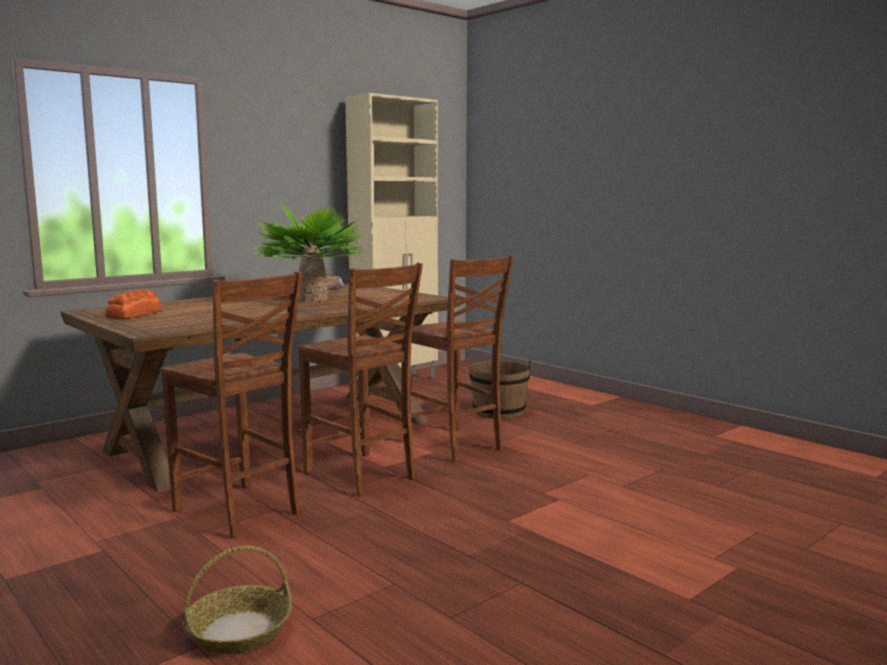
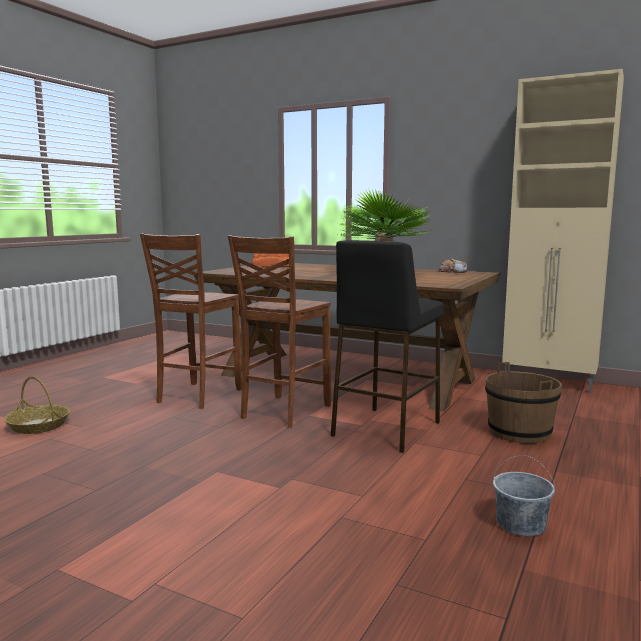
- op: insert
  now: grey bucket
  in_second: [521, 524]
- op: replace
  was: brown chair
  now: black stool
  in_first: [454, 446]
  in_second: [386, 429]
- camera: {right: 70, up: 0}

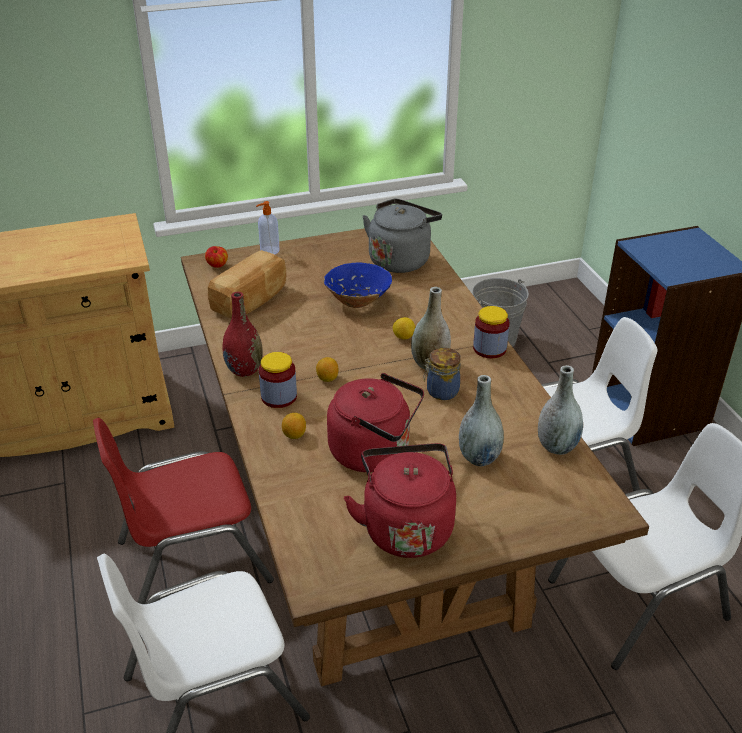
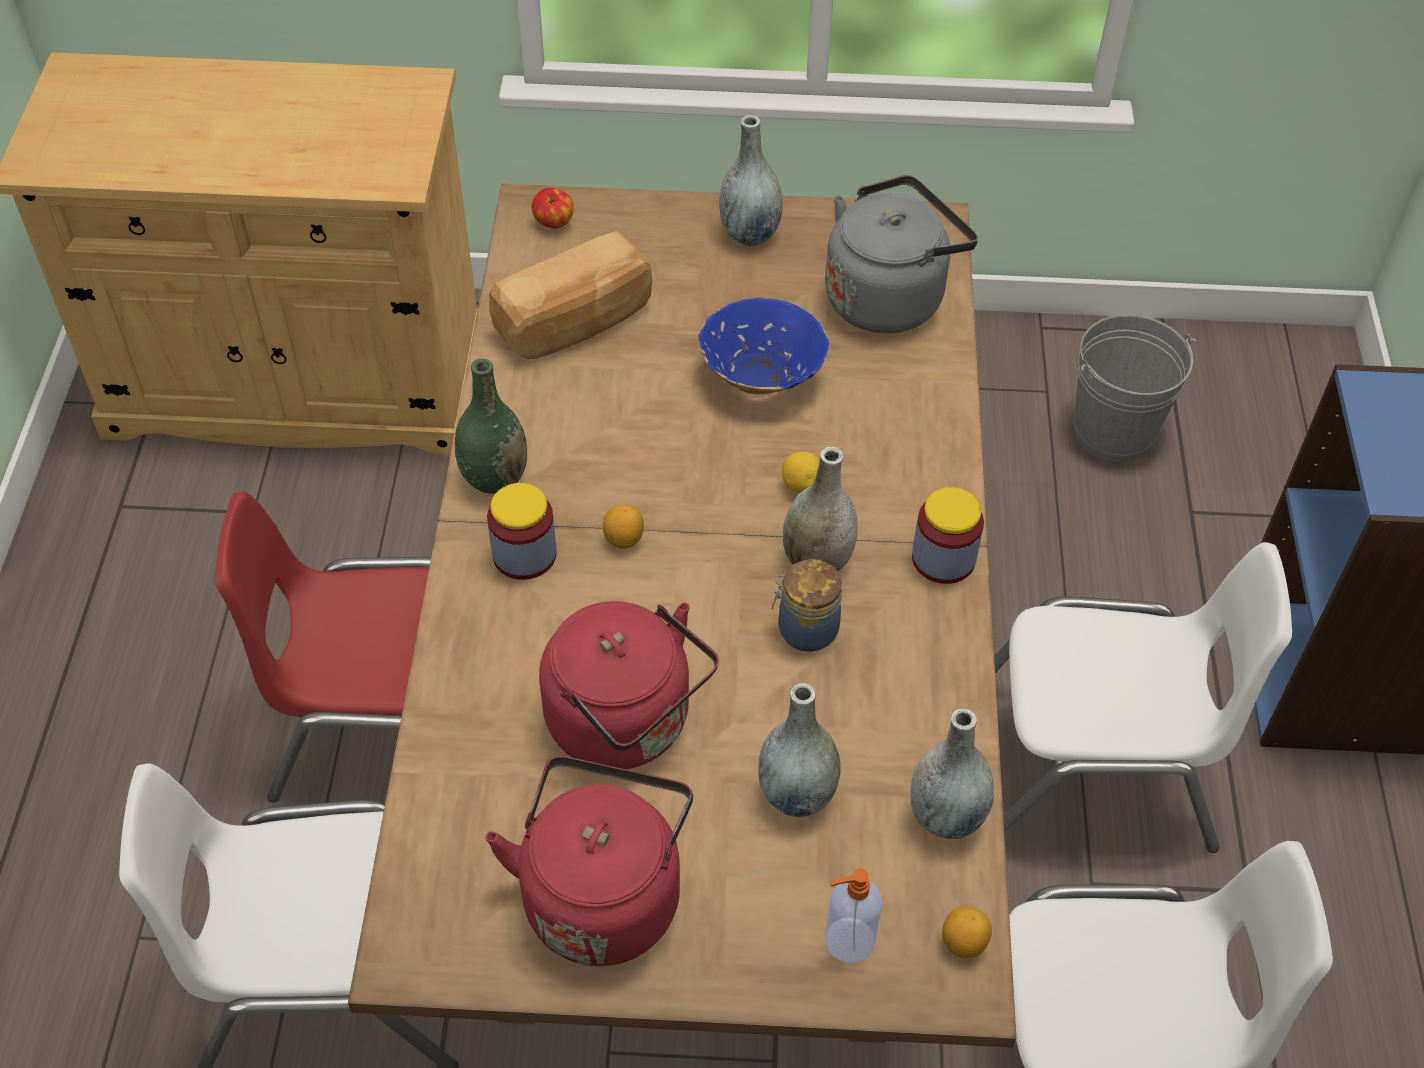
- op: insert
  now: grey vase
  in_second: [749, 234]
- op: move
  was: soap dispenser
  in_first: [269, 251]
  in_second: [847, 940]
- op: move
  was: lemon
  in_first: [294, 435]
  in_second: [963, 942]
- op: recolor
  was: red vase
  now: green vase
  in_first: [244, 370]
  in_second: [494, 478]
- camera: {right: 20, up: 15}

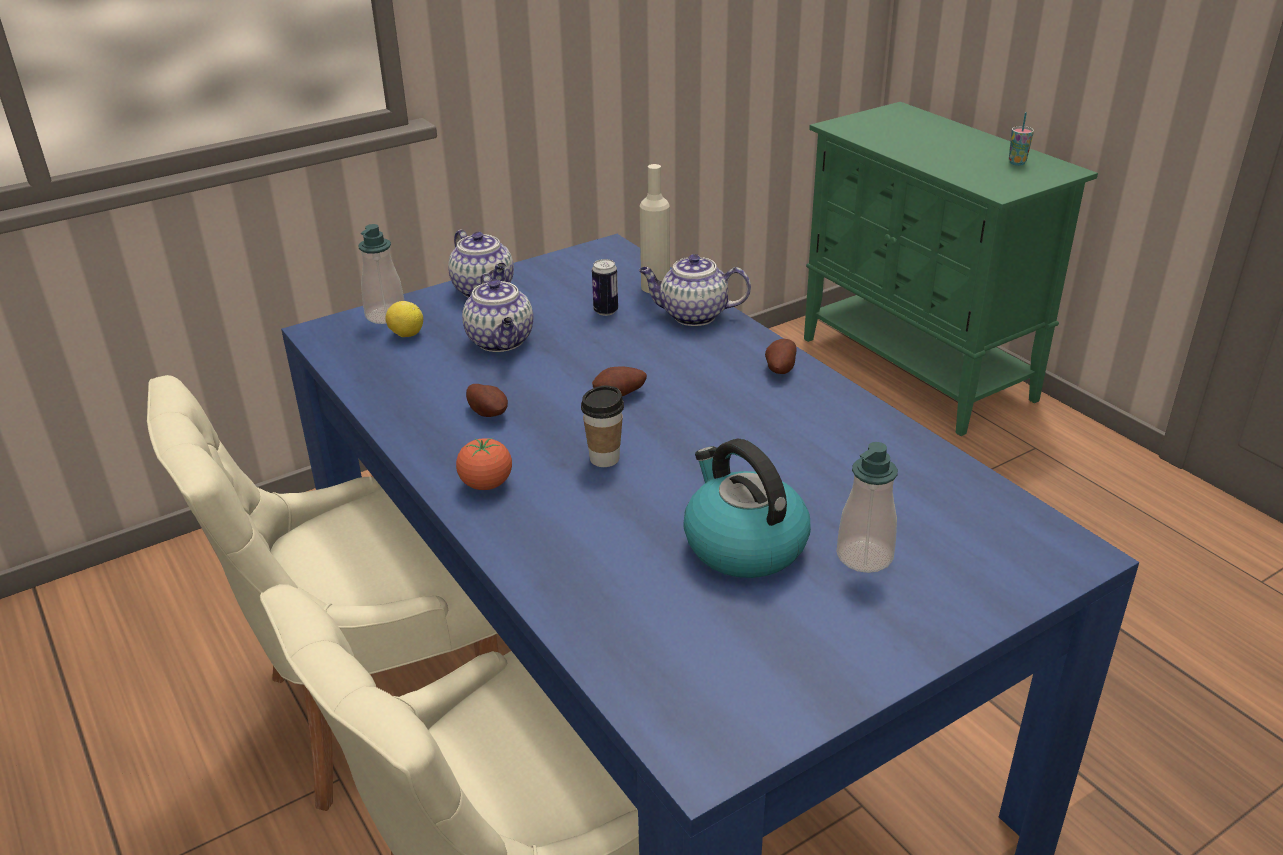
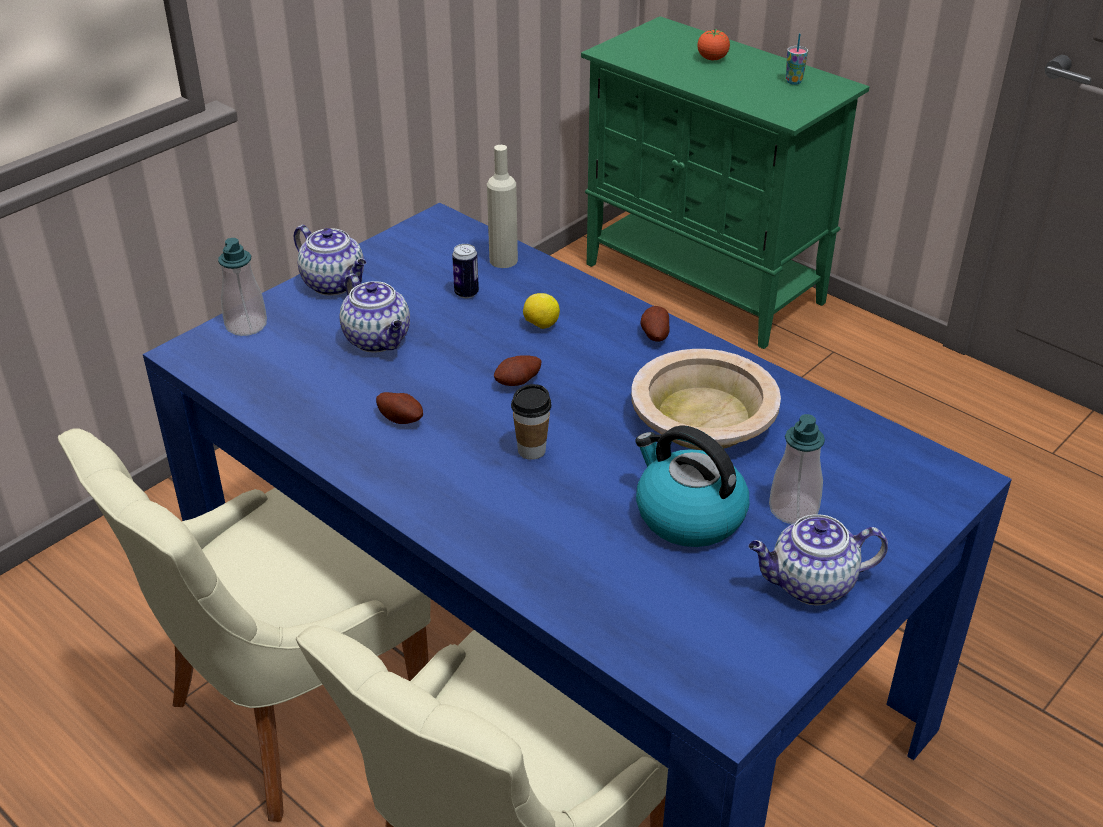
- op: insert
  now: beige bowl
  in_second: [702, 419]
- op: move
  was: lemon
  in_first: [406, 335]
  in_second: [541, 325]
- op: move
  was: tomato
  in_first: [486, 484]
  in_second: [712, 59]
- op: move
  was: teapot
  in_first: [692, 315]
  in_second: [810, 585]
- camera: {right: -15, up: 5}

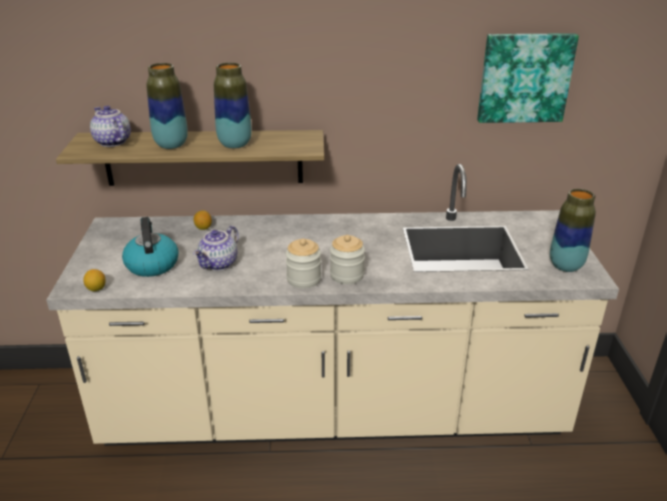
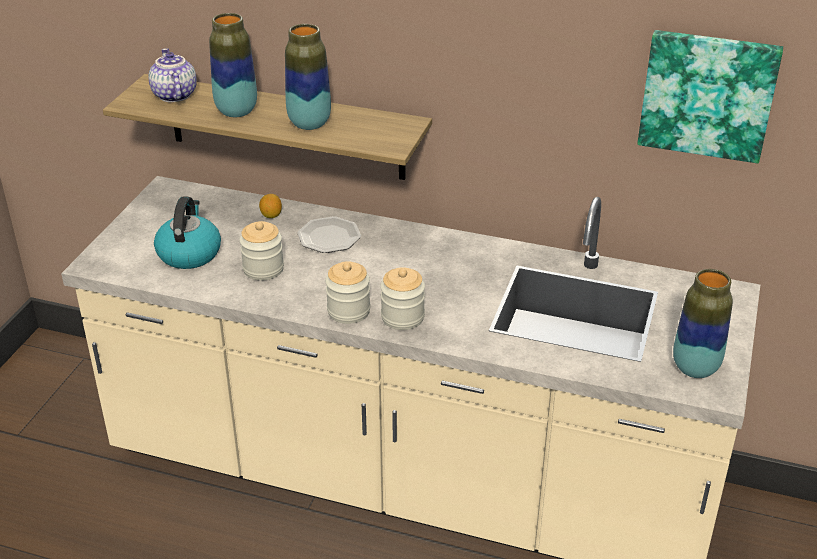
- op: delete
  was: lemon
  in_first: [96, 289]
- op: insert
  now: plate
  in_second: [329, 237]
- op: replace
  was: teapot
  now: jar
  in_first: [219, 264]
  in_second: [263, 269]
- camera: {right: 20, up: 5}

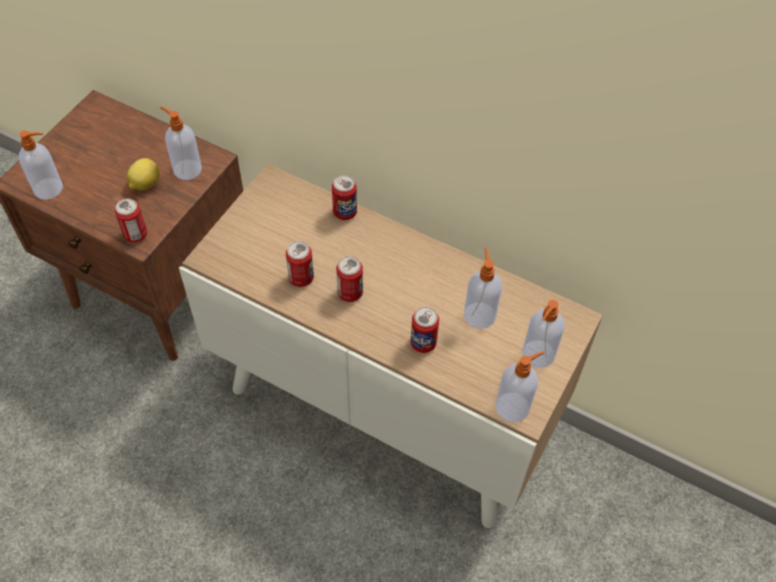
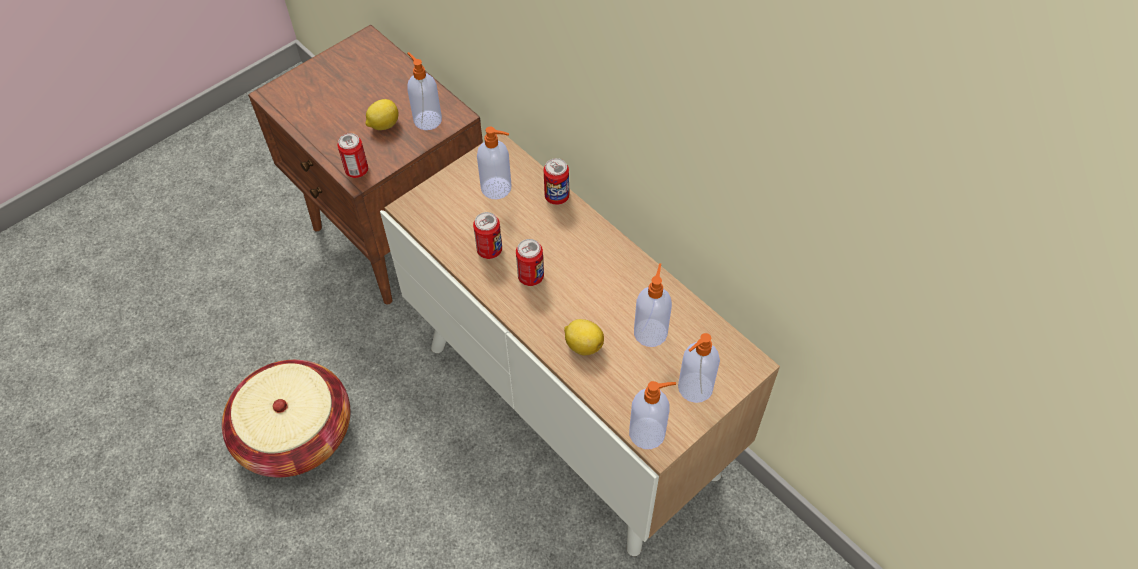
- op: insert
  now: basket
  in_second: [296, 433]
- op: move
  was: soap dispenser
  in_first: [49, 189]
  in_second: [497, 188]
- op: replace
  was: can
  now: lemon
  in_first: [423, 343]
  in_second: [583, 345]
- camera: {right: 20, up: 0}

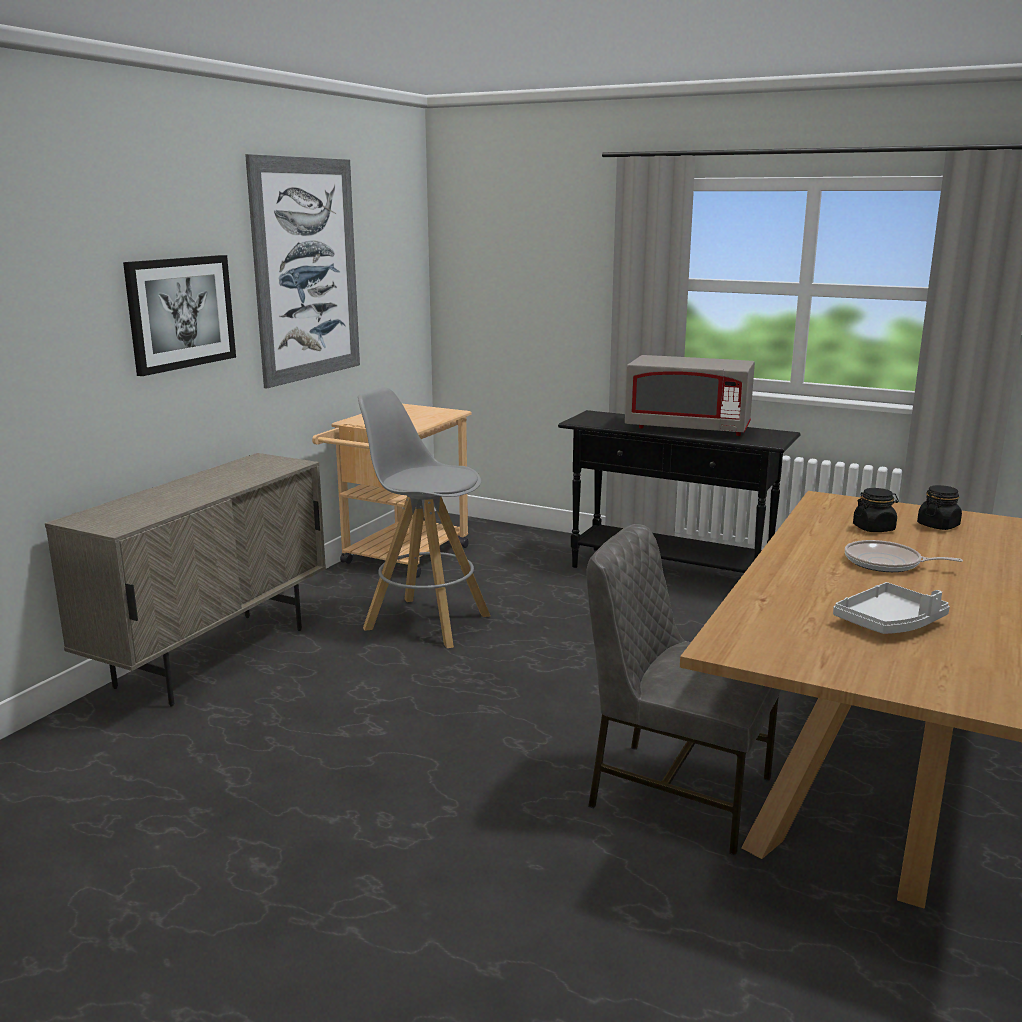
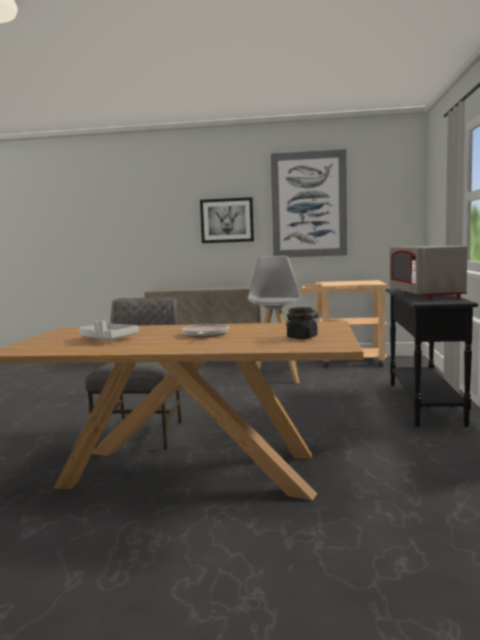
- op: delete
  was: black jar
  in_first: [874, 528]
- camera: {right: 70, up: -10}

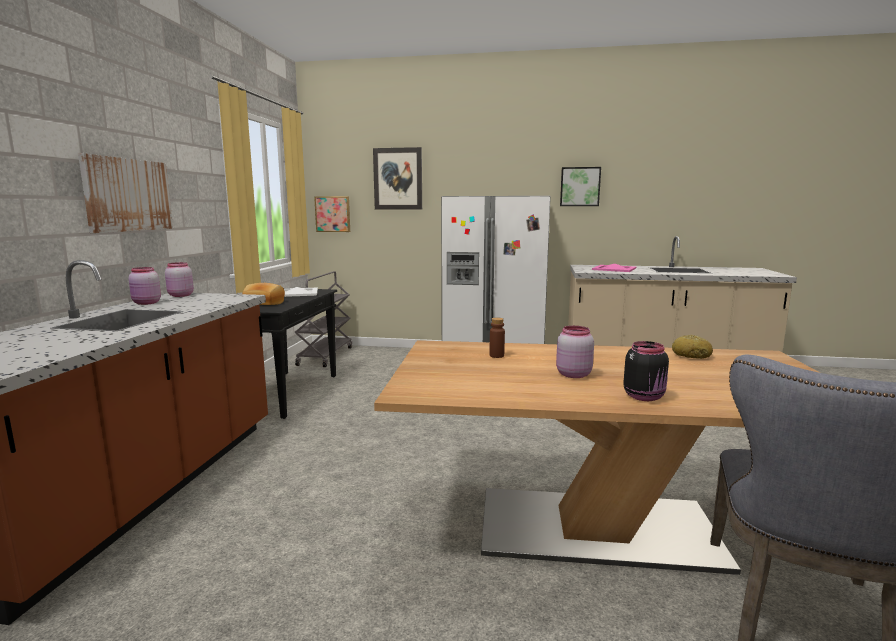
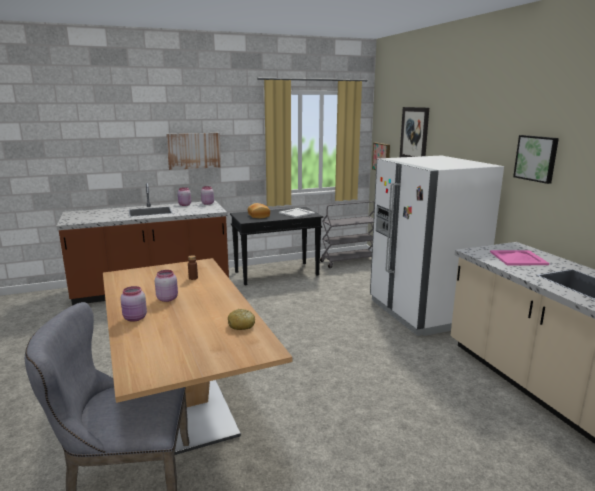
- op: recolor
  was: black jar
  now: pink jar
  in_first: [645, 397]
  in_second: [135, 318]
- camera: {right: 60, up: 5}

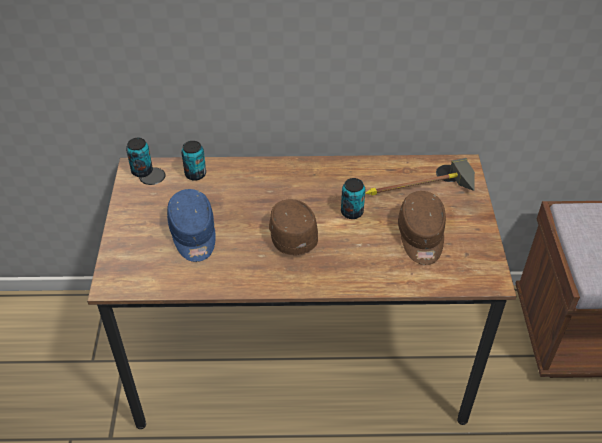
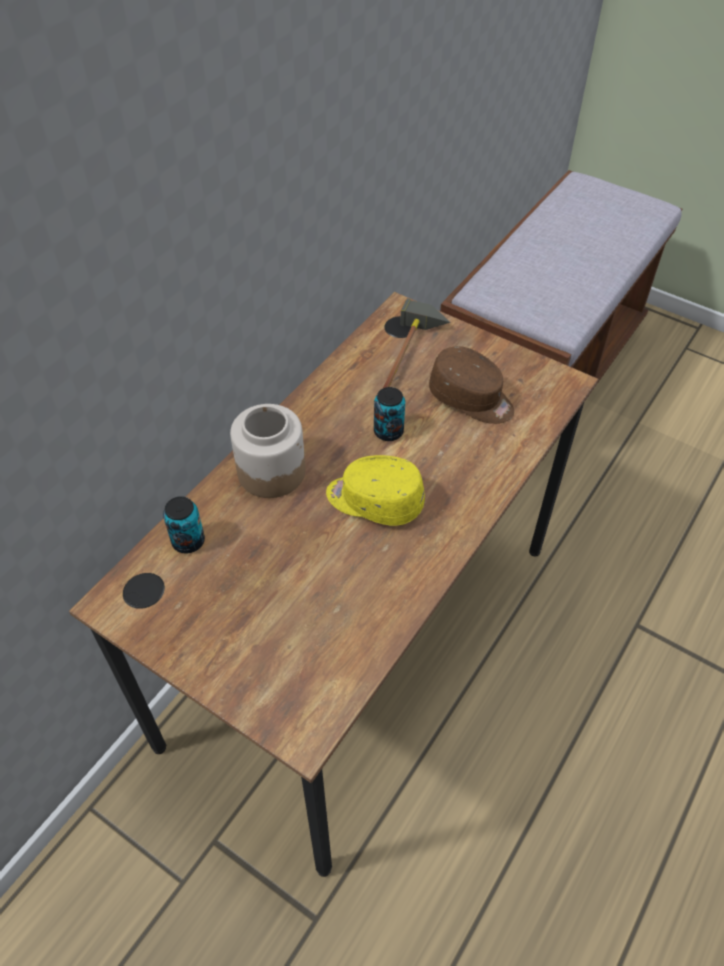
- op: delete
  was: can
  in_first: [142, 171]
- op: delete
  was: blue cap
  in_first: [193, 235]
- op: insert
  now: jar
  in_second: [271, 471]
- op: recolor
  was: brown cap
  now: yellow cap
  in_first: [291, 233]
  in_second: [374, 501]
- camera: {right: -55, up: 5}

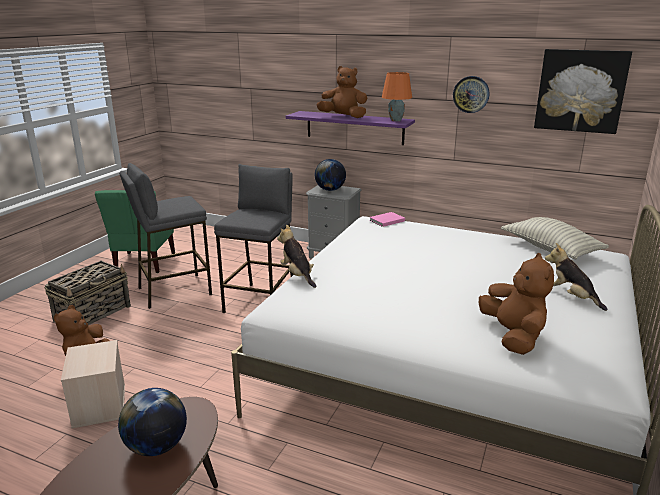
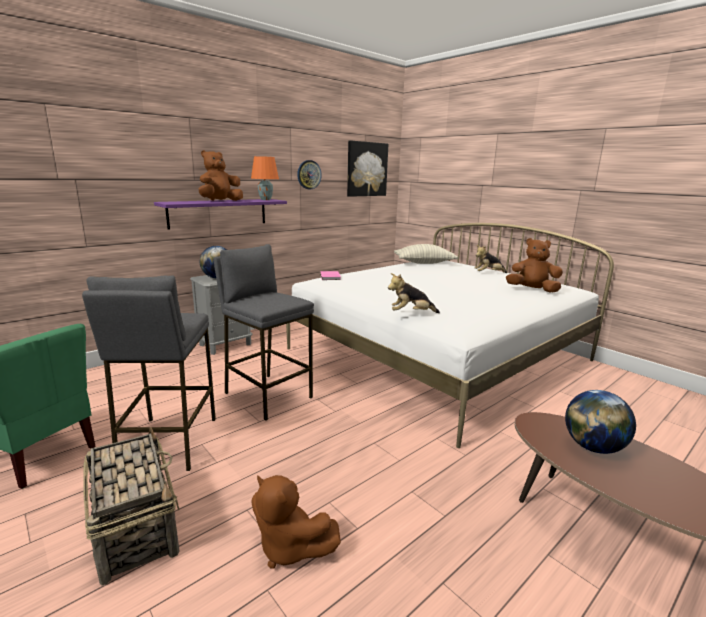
- op: delete
  was: beige storage box
  in_first: [98, 405]
- camera: {right: -65, up: -5}

